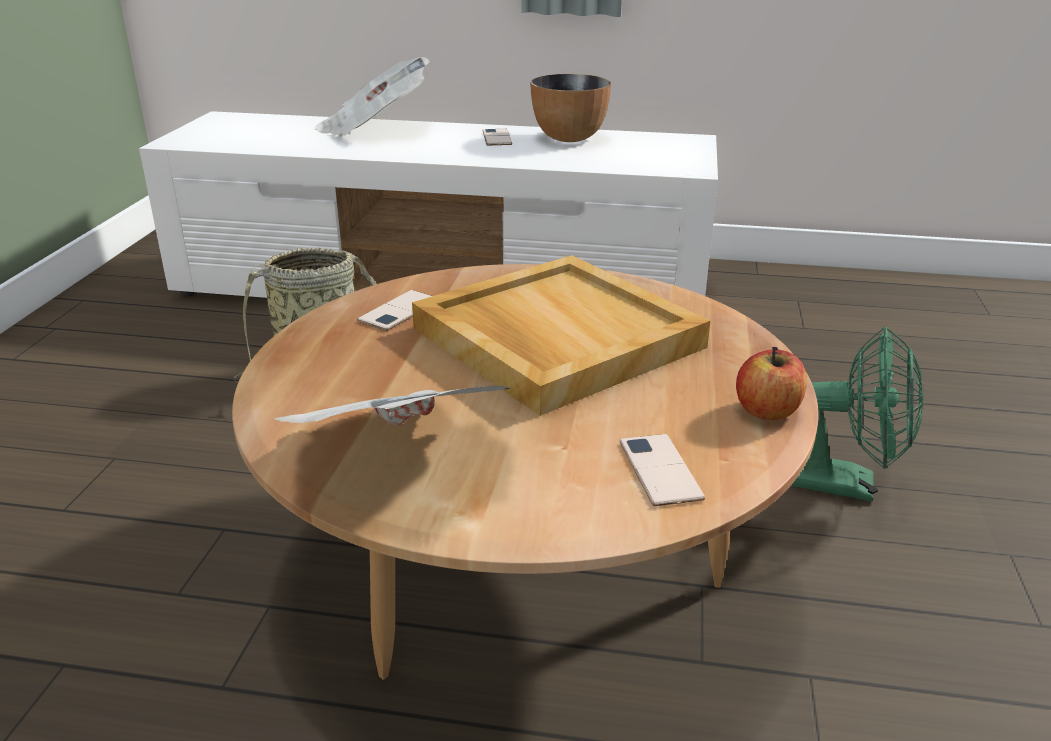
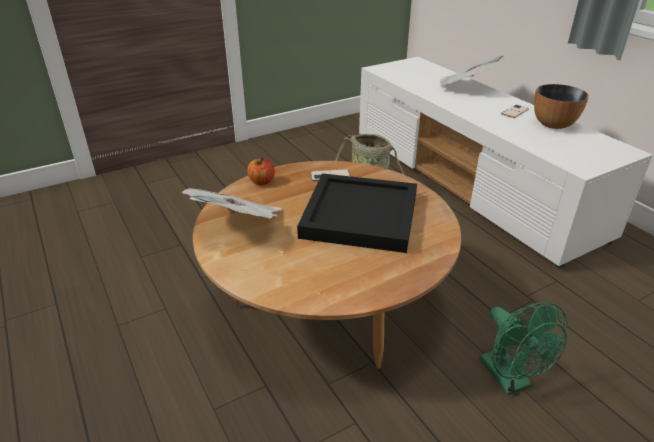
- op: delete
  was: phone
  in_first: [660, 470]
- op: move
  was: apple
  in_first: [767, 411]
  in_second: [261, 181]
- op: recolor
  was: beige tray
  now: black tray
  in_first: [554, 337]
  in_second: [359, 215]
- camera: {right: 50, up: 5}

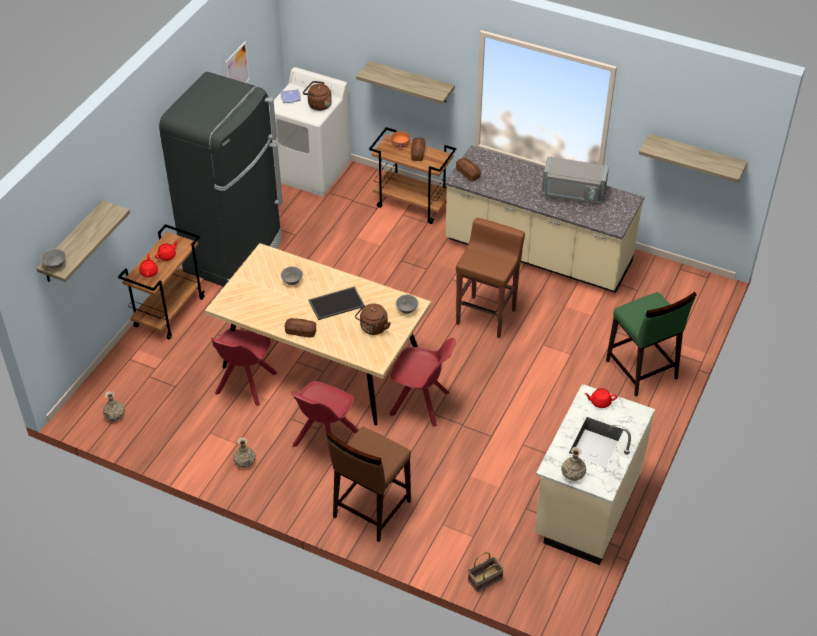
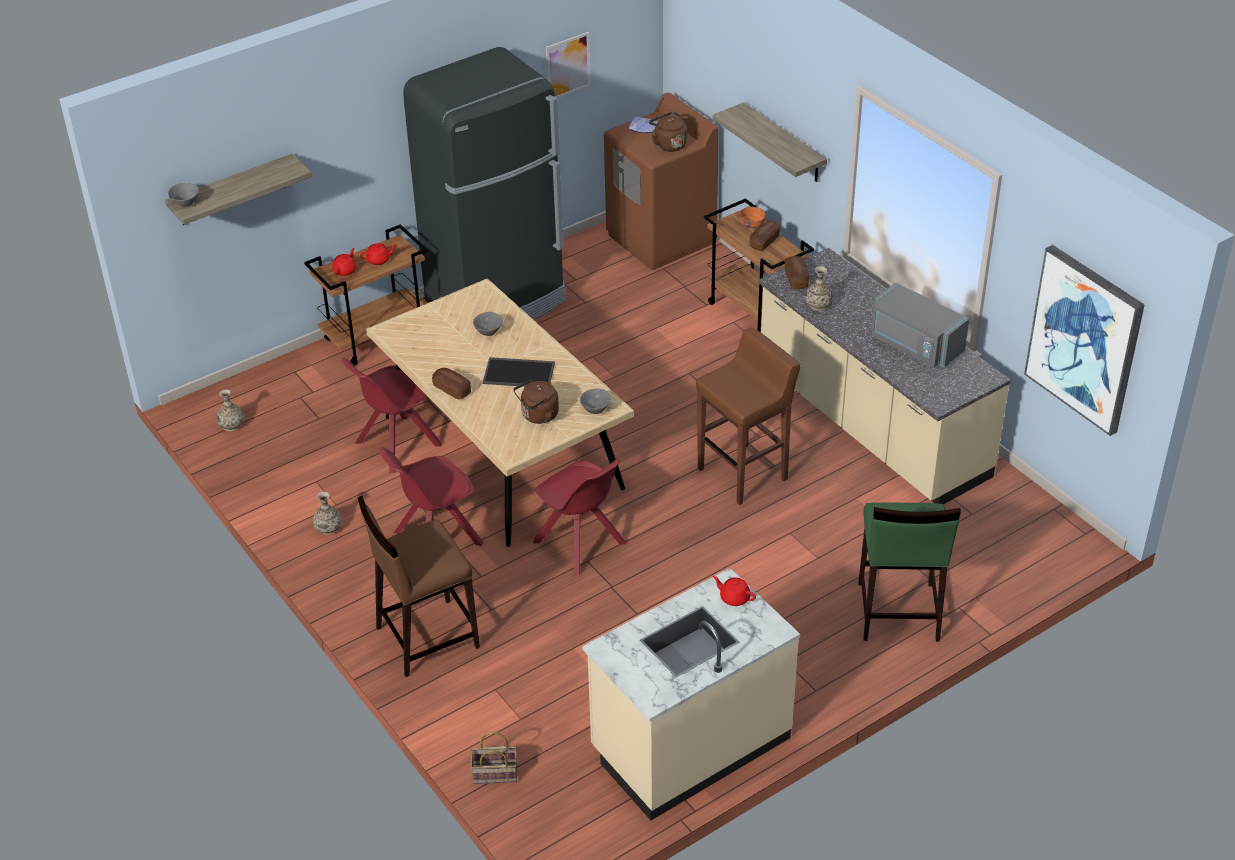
- op: move
  was: vase
  in_first: [573, 474]
  in_second: [818, 305]
- op: replace
  was: shelf
  now: picture
  in_first: [695, 157]
  in_second: [1085, 339]
- op: recolor
  was: white washing machine
  now: brown washing machine
  in_first: [312, 172]
  in_second: [661, 239]
- camera: {right: 30, up: -5}

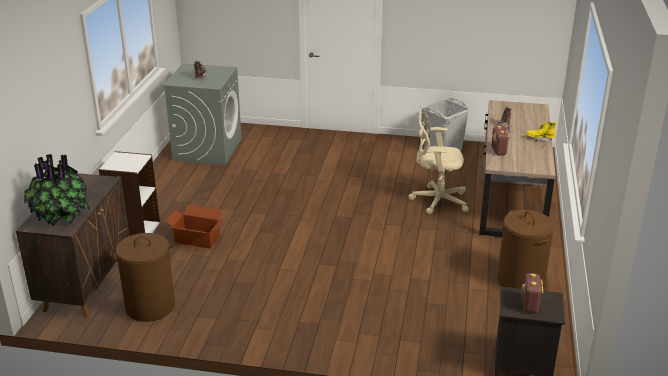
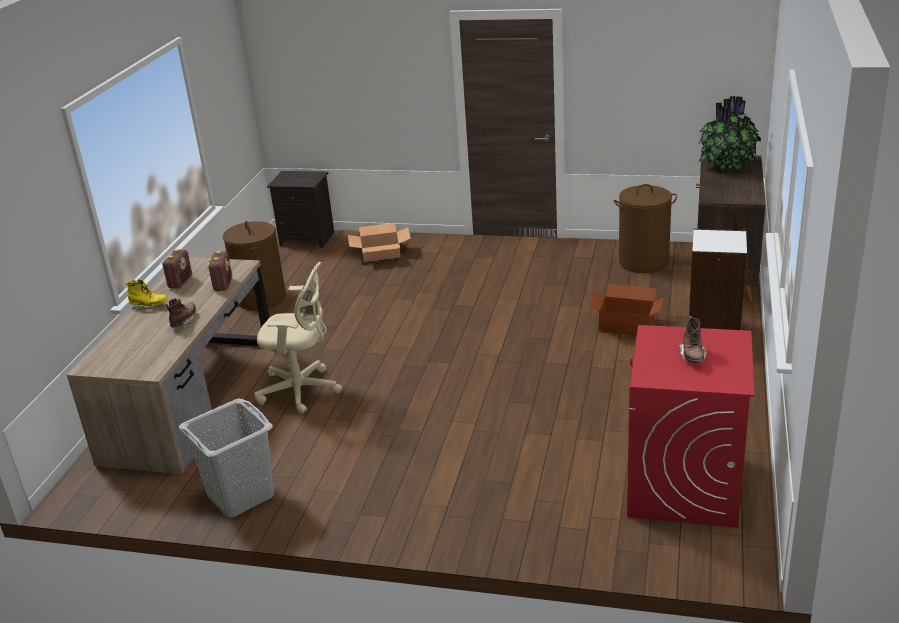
- op: insert
  now: cardboard box
  in_second: [381, 253]
- op: move
  was: radio
  in_first: [530, 305]
  in_second: [180, 282]
- op: recolor
  was: grey washing machine
  now: red washing machine
  in_first: [207, 149]
  in_second: [684, 486]
- camera: {right: -175, up: 0}

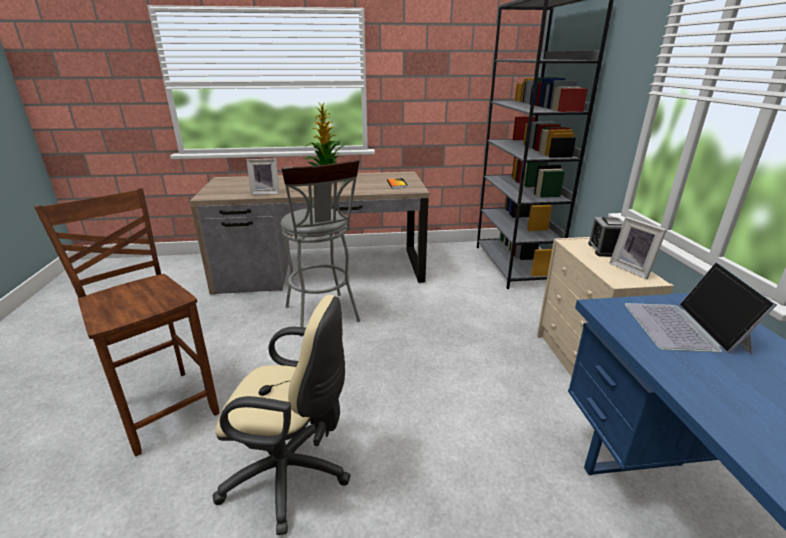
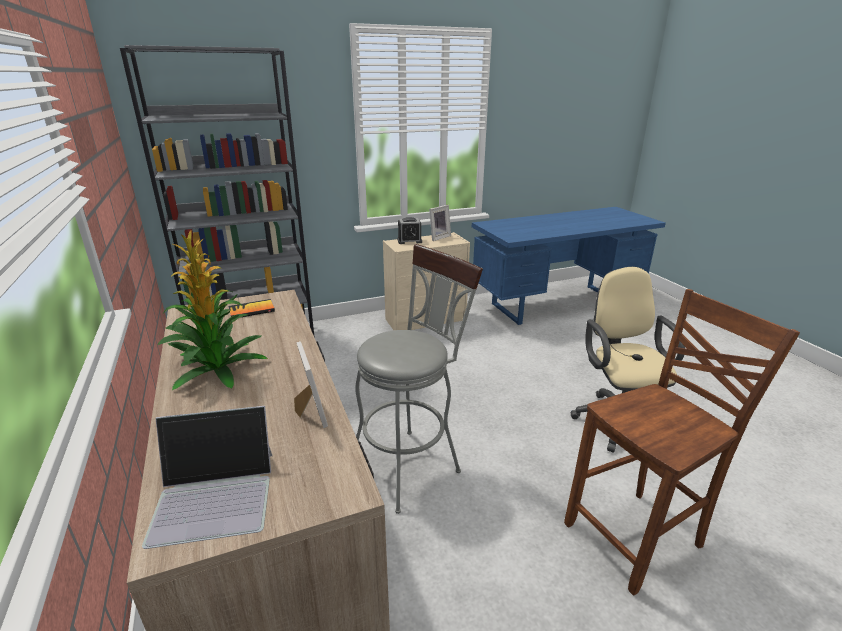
- op: move
  was: laptop
  in_first: [684, 327]
  in_second: [215, 495]
- op: rotate
  was: brown chair
  in_first: [165, 406]
  in_second: [637, 537]
  clockwise: -150
- camera: {right: -105, up: 0}

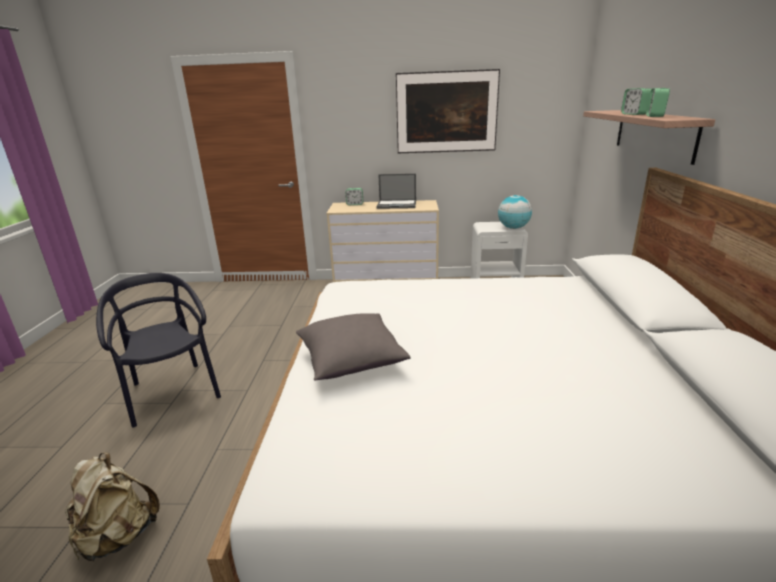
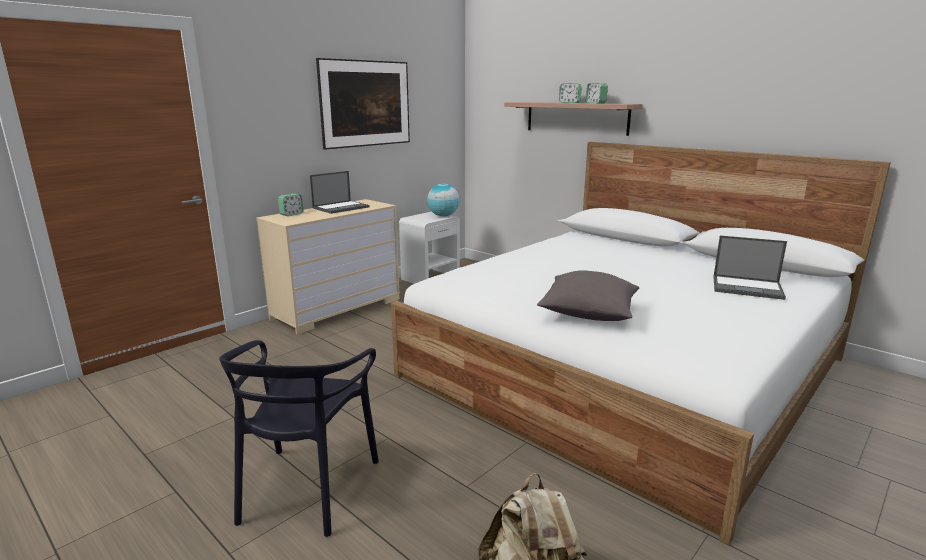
- op: insert
  now: laptop
  in_second: [748, 287]
- op: rotate
  was: black chair
  in_first: [172, 393]
  in_second: [307, 488]
  clockwise: -90
- camera: {right: -50, up: -5}

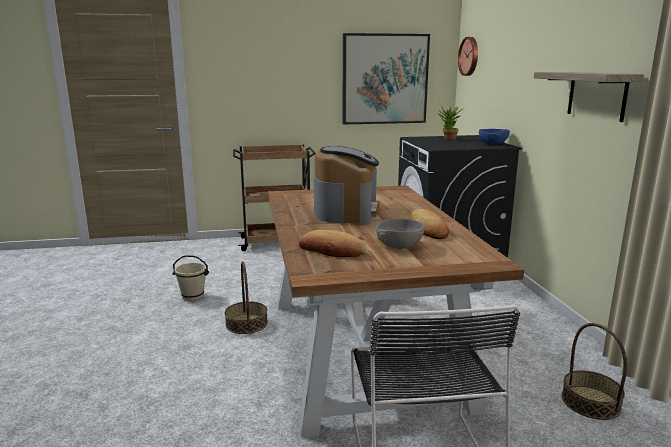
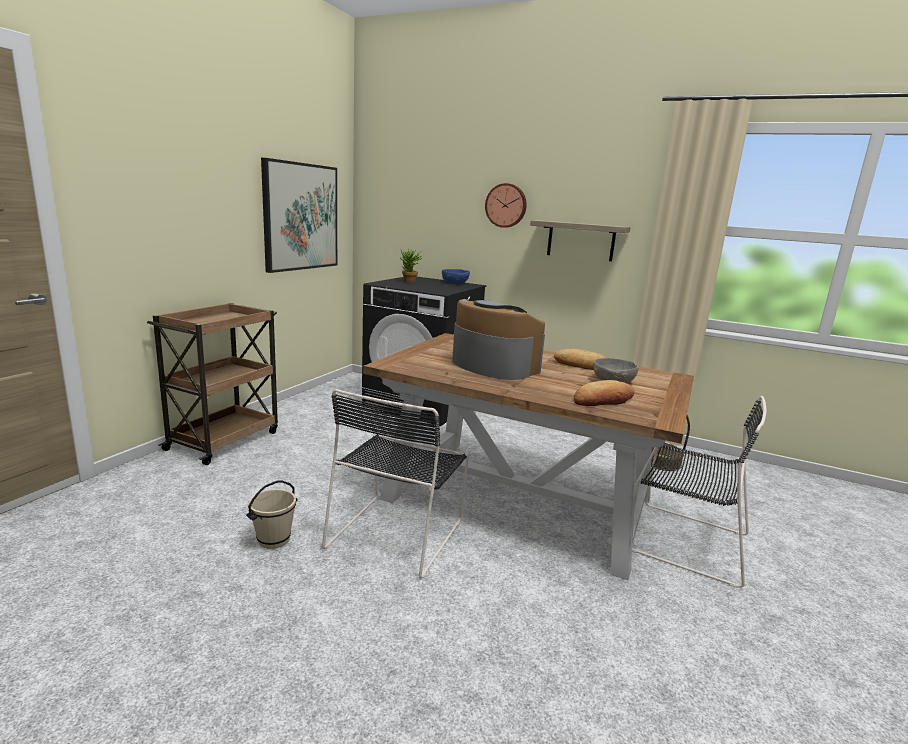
- op: move
  was: wall clock
  in_first: [469, 56]
  in_second: [506, 205]
- op: replace
  was: basket
  now: black chair
  in_first: [246, 323]
  in_second: [398, 532]
- camera: {right: -55, up: 0}

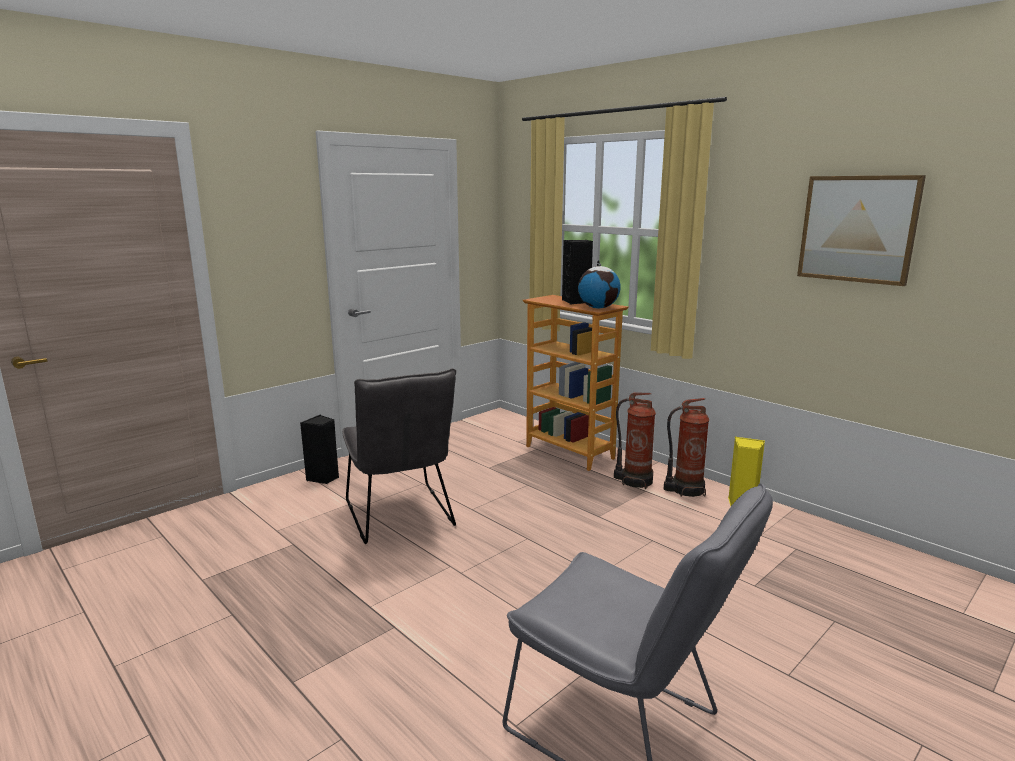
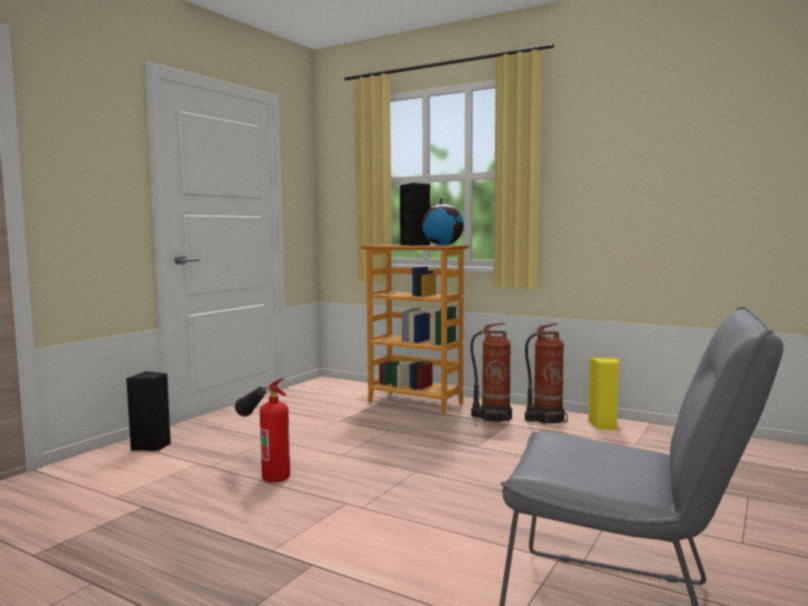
- op: delete
  was: picture
  in_first: [858, 229]
- op: replace
  was: grey chair
  now: fire extinguisher
  in_first: [401, 517]
  in_second: [264, 469]
- camera: {right: -15, up: -10}

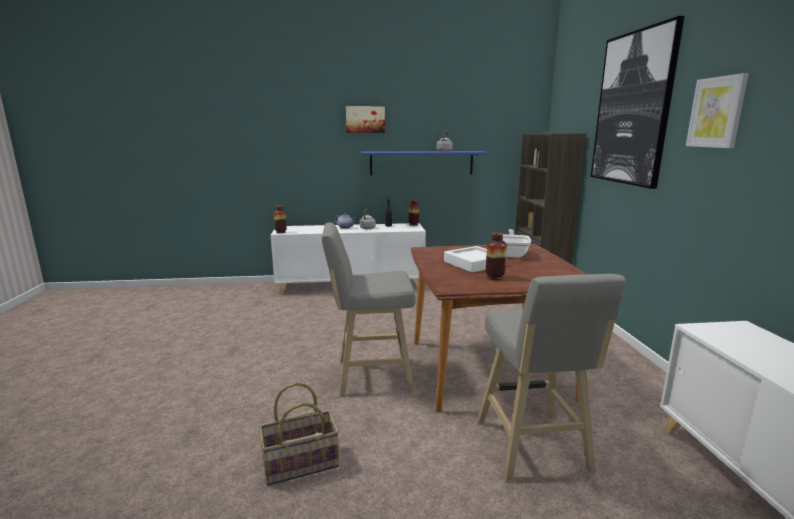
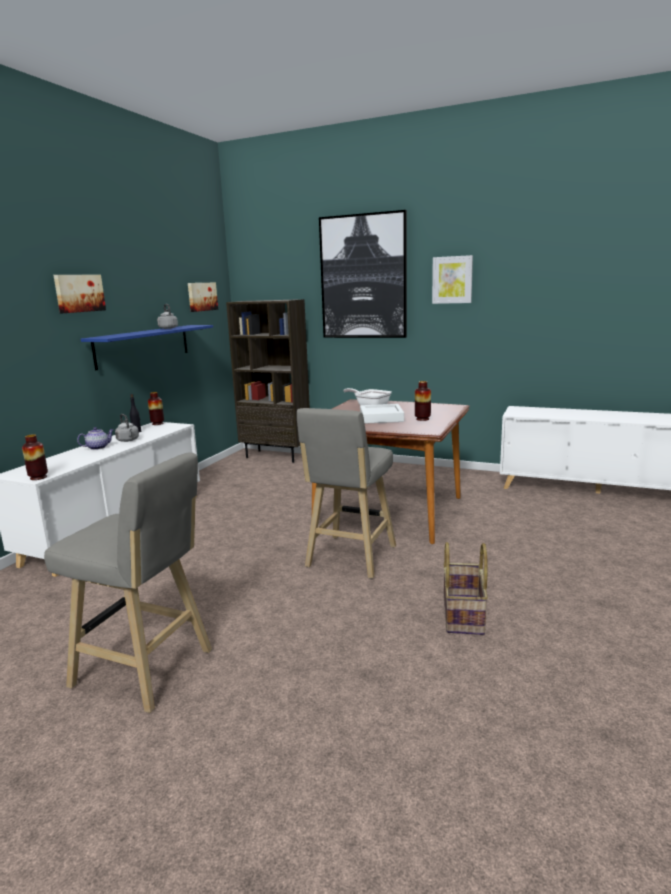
- op: insert
  now: picture
  in_second: [201, 296]
- op: move
  was: grey stool
  in_first: [533, 449]
  in_second: [147, 670]
- camera: {right: -60, up: 0}

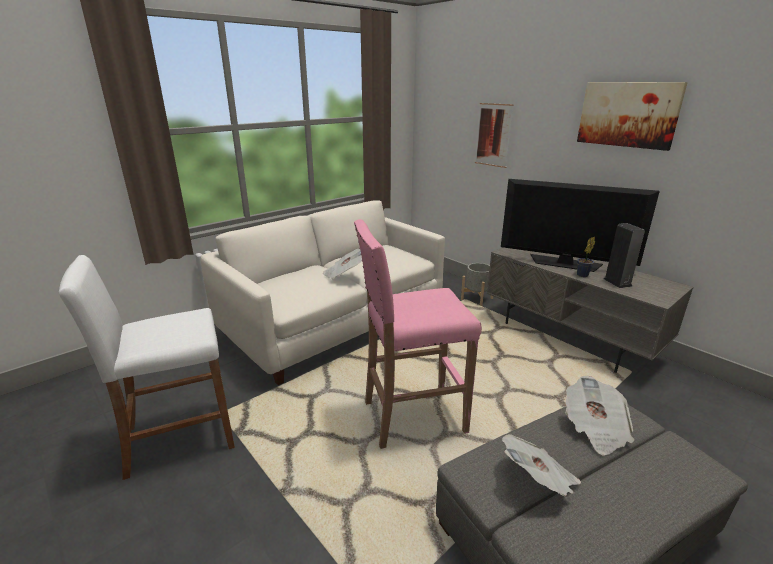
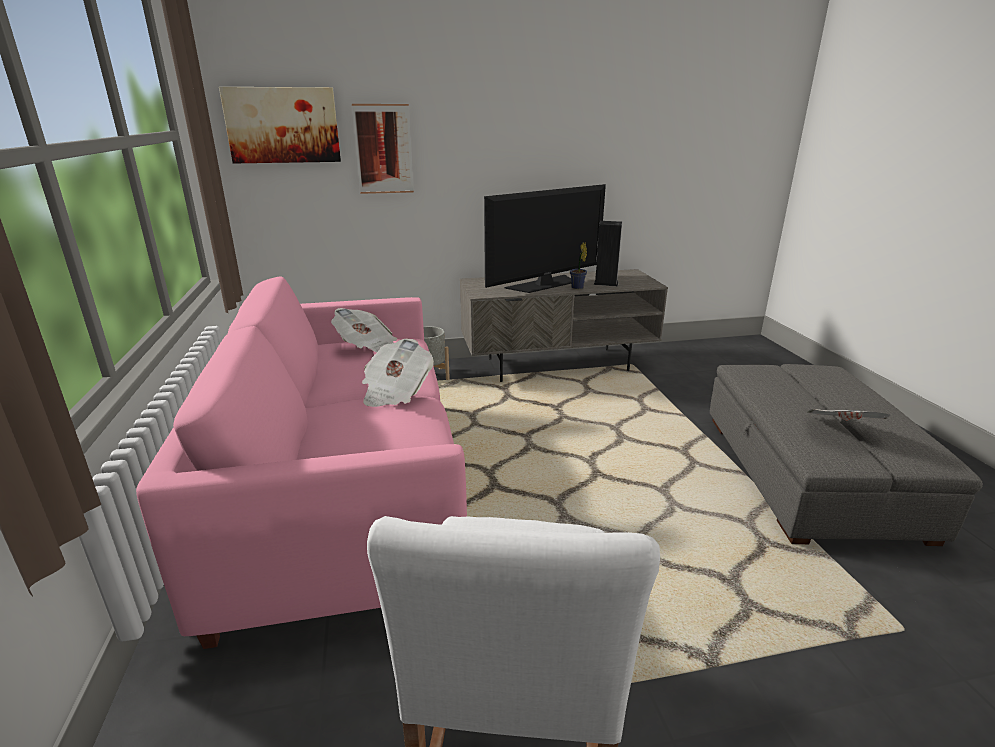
- op: delete
  was: pink stool
  in_first: [411, 417]
- op: move
  was: newspaper
  in_first: [595, 429]
  in_second: [367, 347]
- op: move
  was: picture
  in_first: [628, 114]
  in_second: [283, 125]
- op: recolor
  was: white sofa
  now: pink sofa
  in_first: [334, 322]
  in_second: [343, 495]
- camera: {right: -60, up: 0}

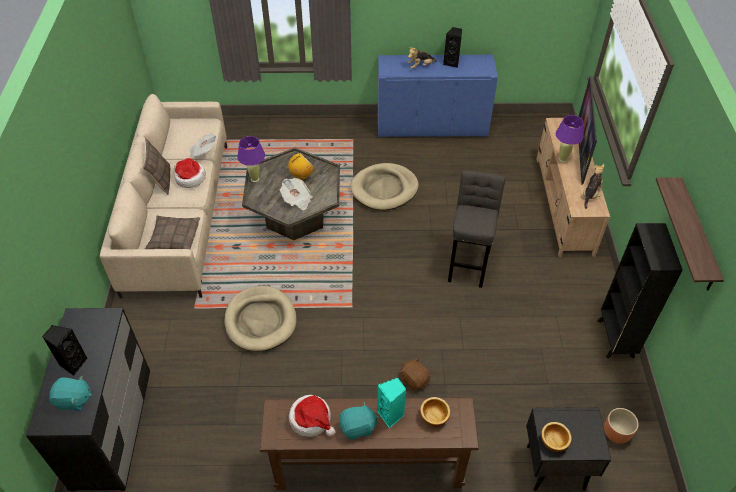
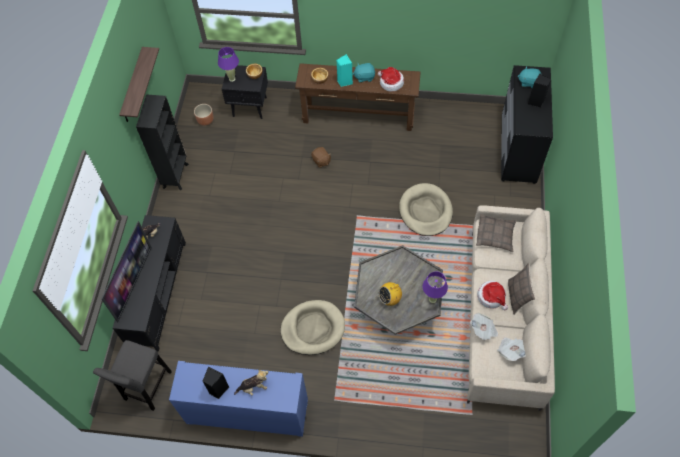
- op: move
  was: newspaper
  in_first: [297, 200]
  in_second: [511, 350]
- op: move
  was: grey stool
  in_first: [468, 263]
  in_second: [147, 388]
- op: move
  was: purple table lamp
  in_first: [563, 159]
  in_second: [232, 79]
- op: recolor
  was: beige tv stand
  now: black tv stand
  in_first: [564, 205]
  in_second: [158, 293]
- camera: {right: -170, up: 10}

